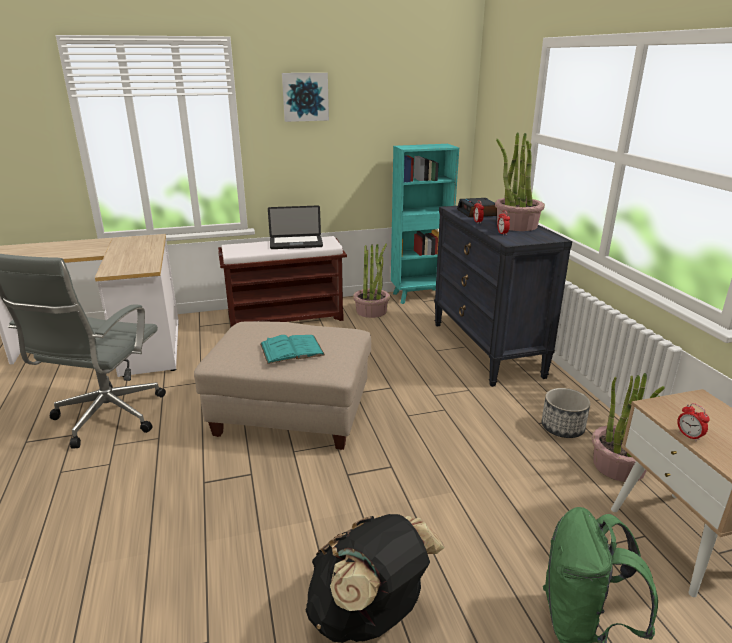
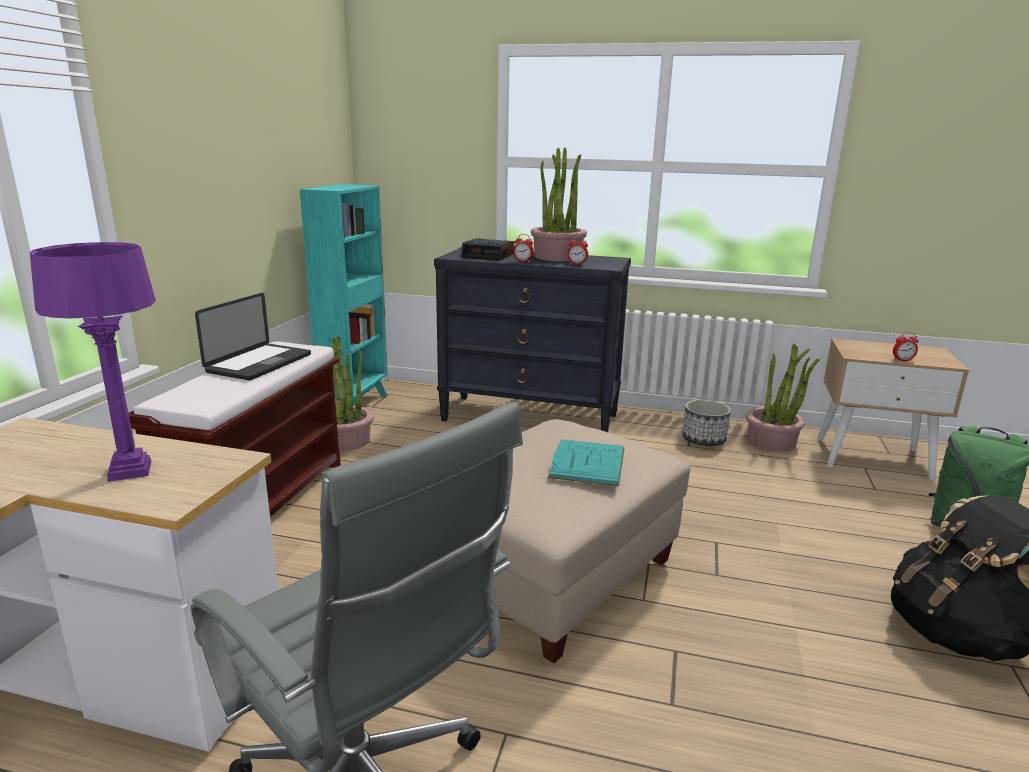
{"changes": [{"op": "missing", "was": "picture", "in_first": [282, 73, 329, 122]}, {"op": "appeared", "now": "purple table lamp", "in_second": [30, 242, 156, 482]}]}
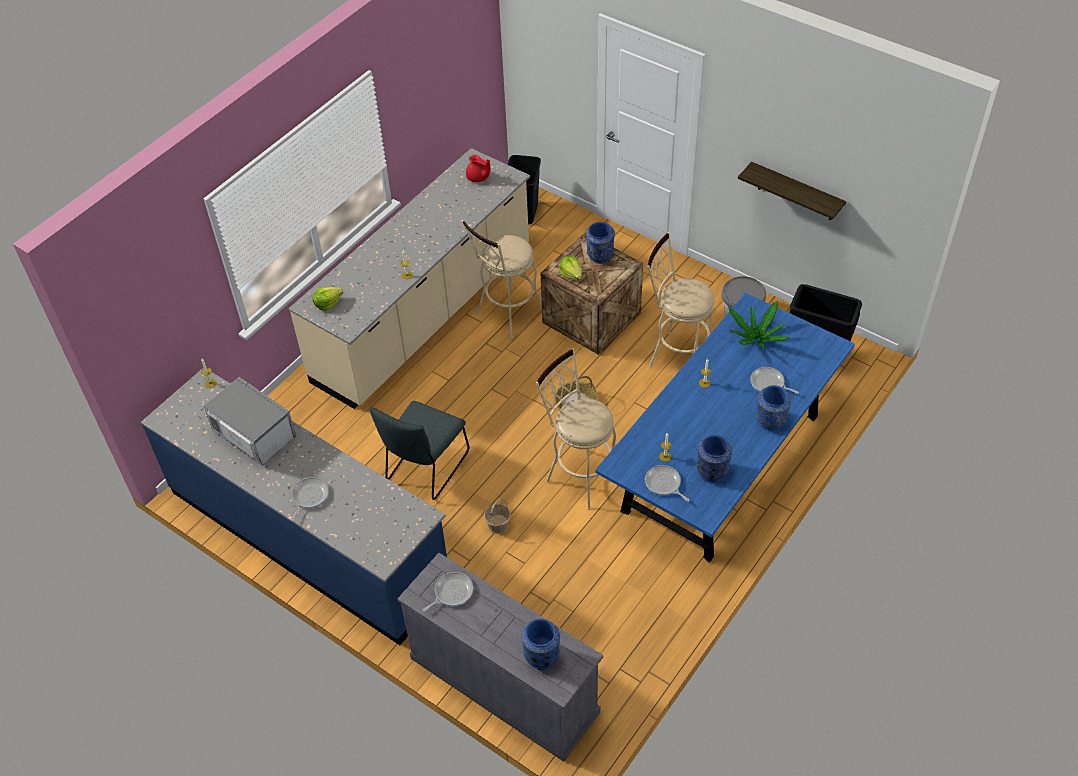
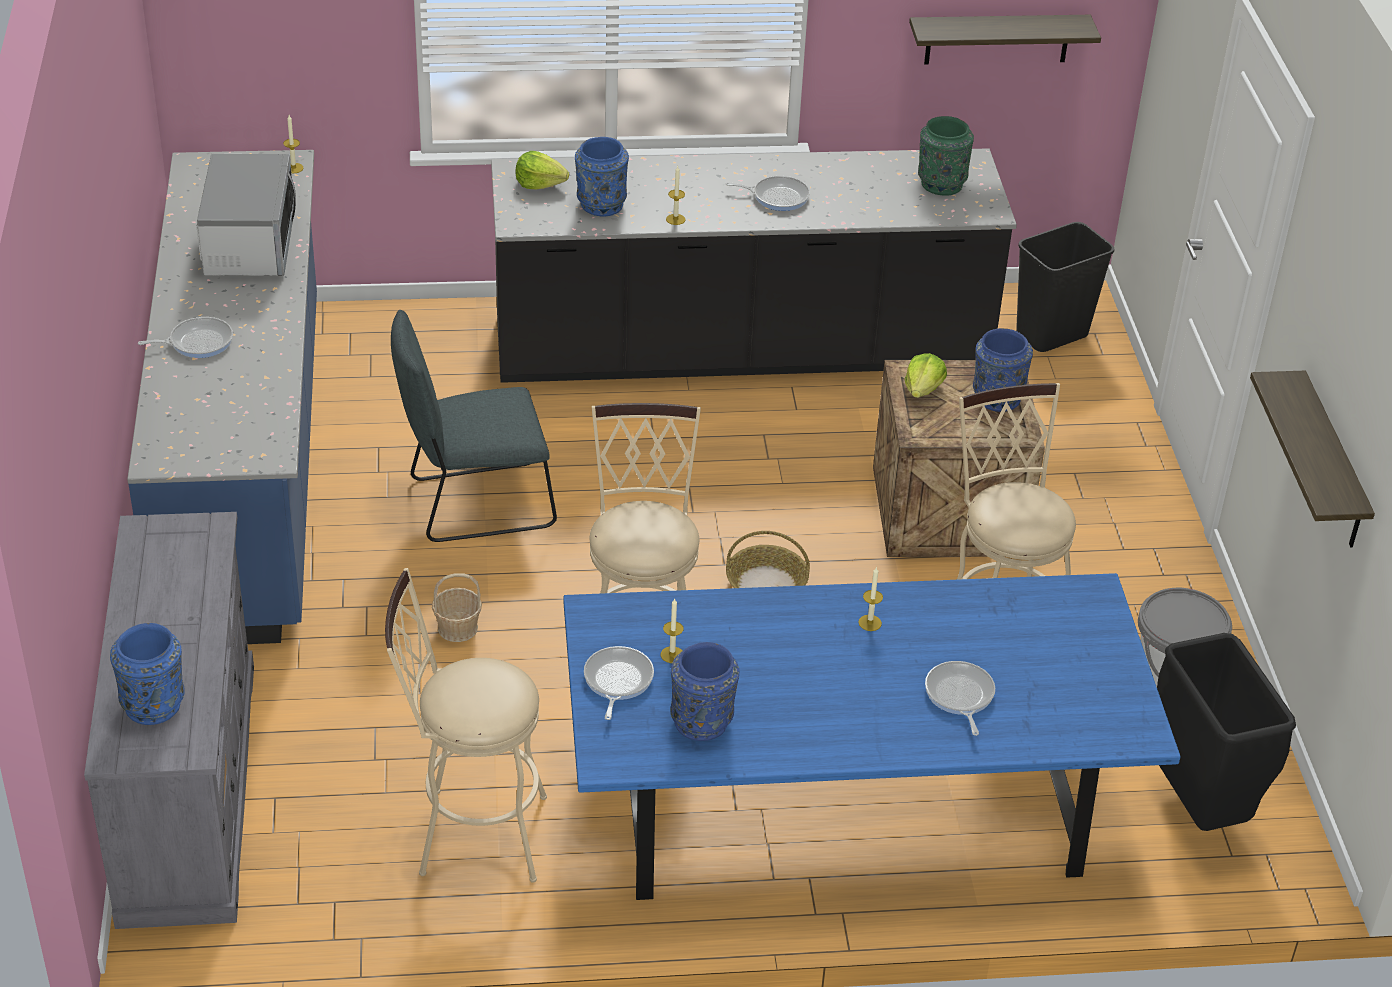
{"changes": [{"op": "colour", "was": "beige counter", "now": "black counter", "in_first": [289, 148, 530, 409], "in_second": [491, 148, 1017, 383]}, {"op": "exchanged", "was": "red teapot", "now": "green vase", "in_first": [466, 155, 490, 182], "in_second": [918, 116, 974, 196]}, {"op": "relocated", "was": "beige stool", "in_first": [462, 220, 542, 339], "in_second": [385, 568, 547, 883]}, {"op": "missing", "was": "potted plant", "in_first": [728, 301, 789, 349]}, {"op": "relocated", "was": "blue vase", "in_first": [755, 385, 791, 431], "in_second": [575, 137, 629, 217]}, {"op": "relocated", "was": "frying pan", "in_first": [423, 572, 473, 612], "in_second": [725, 176, 810, 211]}, {"op": "appeared", "now": "shelf", "in_second": [909, 15, 1101, 65]}]}
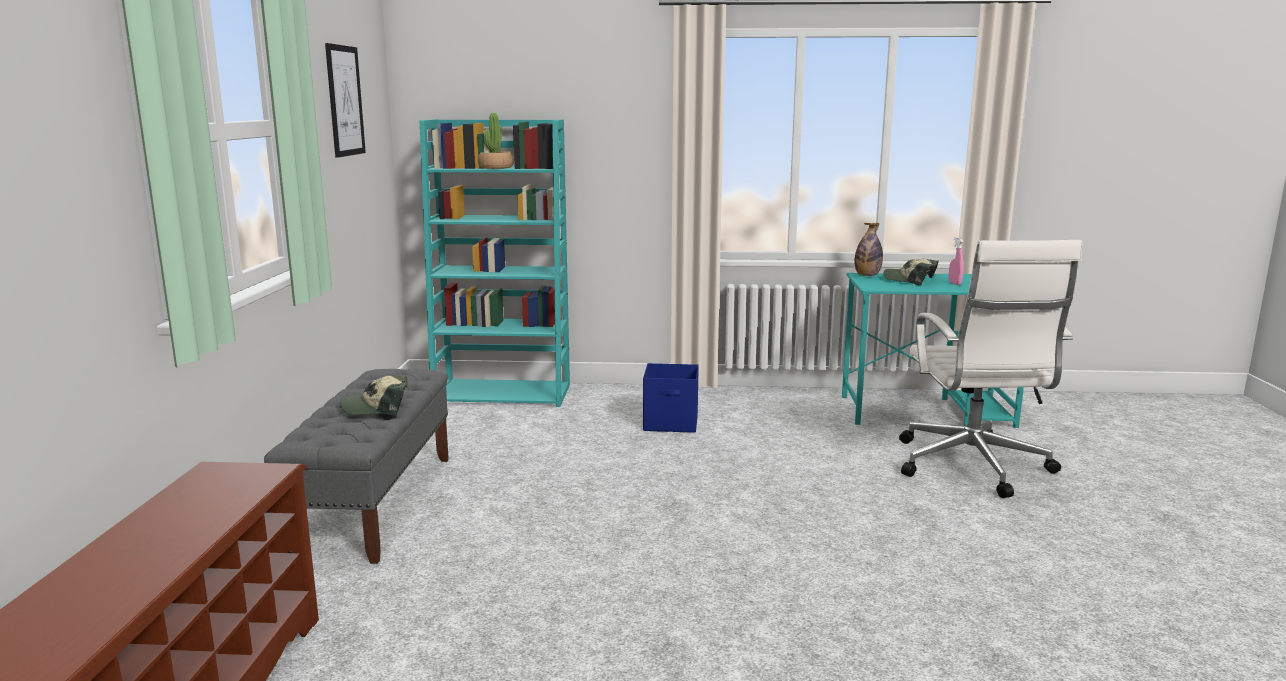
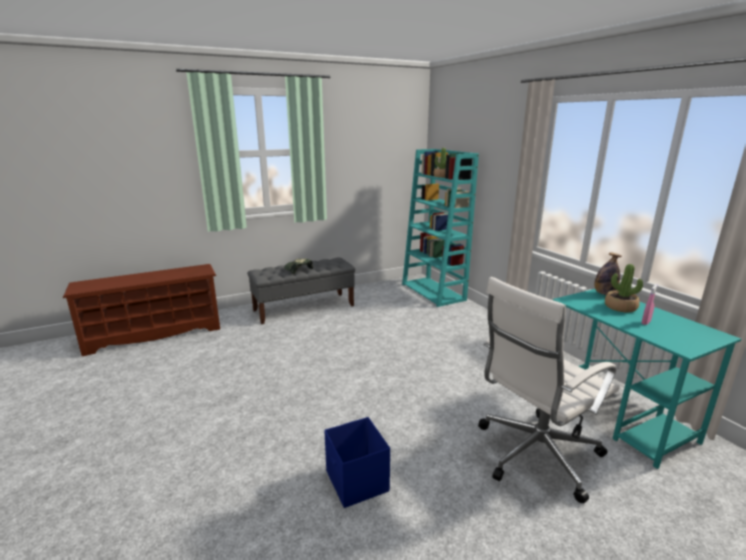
{"changes": [{"op": "missing", "was": "picture", "in_first": [325, 43, 366, 158]}, {"op": "exchanged", "was": "cap", "now": "potted plant", "in_first": [883, 259, 939, 286], "in_second": [605, 264, 643, 312]}, {"op": "relocated", "was": "blue storage box", "in_first": [643, 363, 699, 433], "in_second": [324, 417, 390, 508]}]}
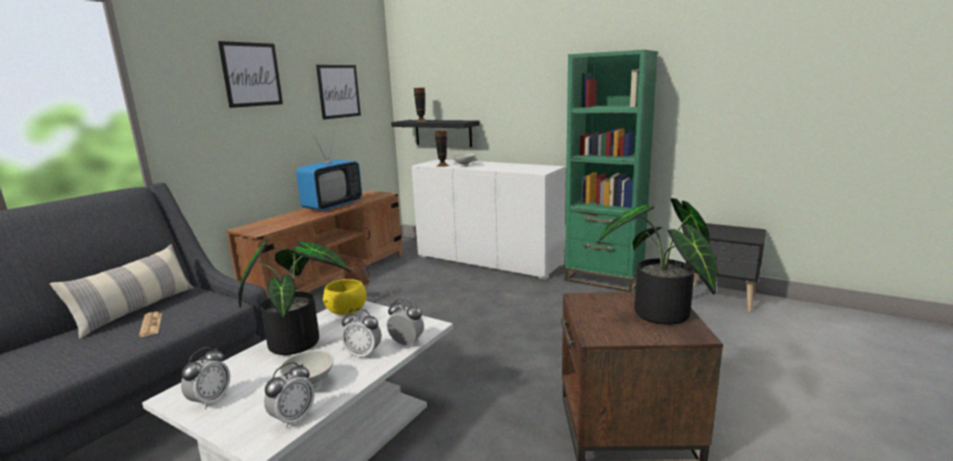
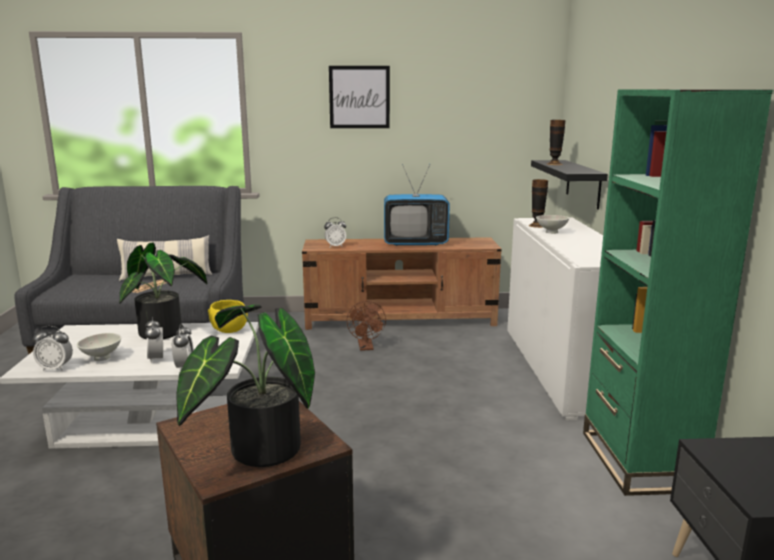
{"changes": [{"op": "missing", "was": "picture", "in_first": [316, 65, 361, 120]}, {"op": "relocated", "was": "alarm clock", "in_first": [181, 347, 230, 409], "in_second": [324, 217, 346, 247]}]}
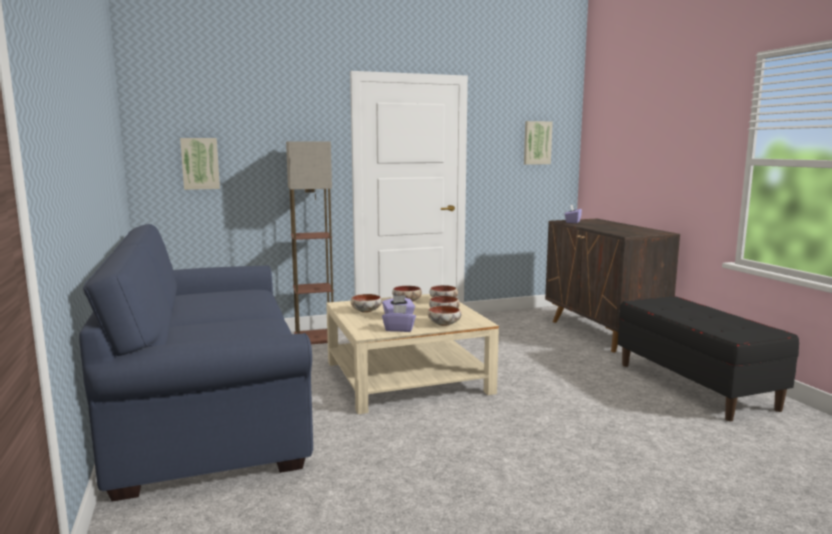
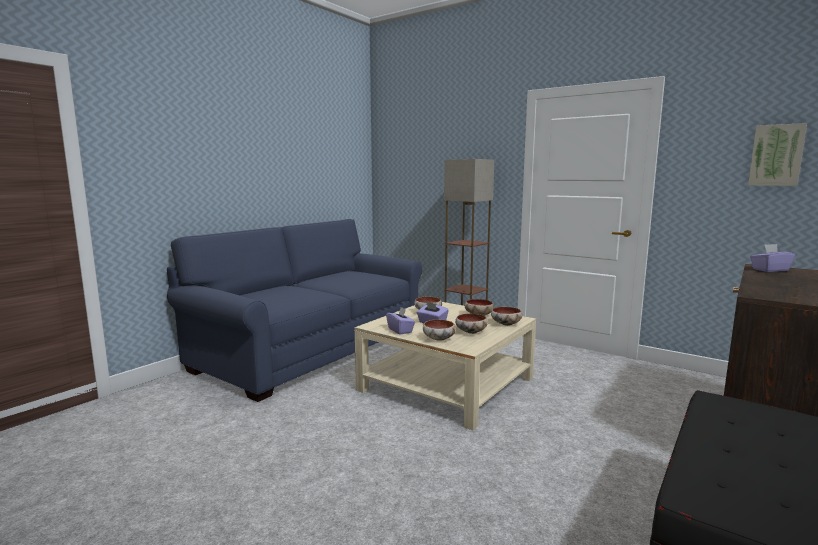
{"changes": [{"op": "missing", "was": "picture", "in_first": [180, 138, 220, 190]}]}
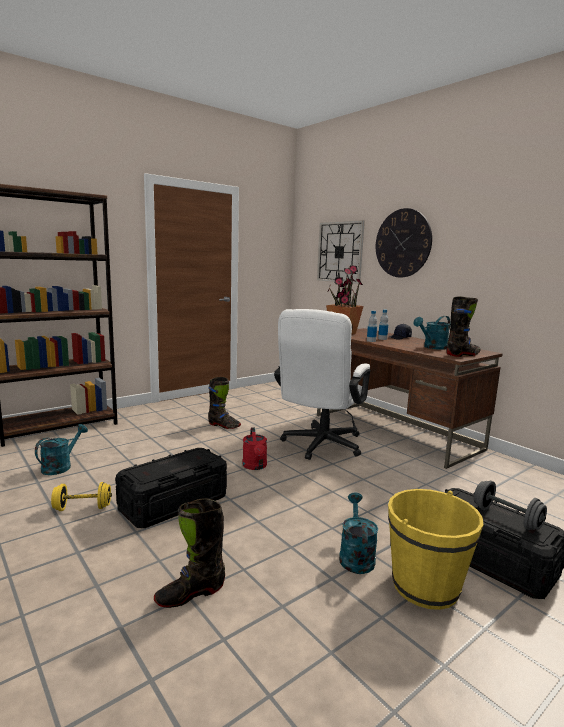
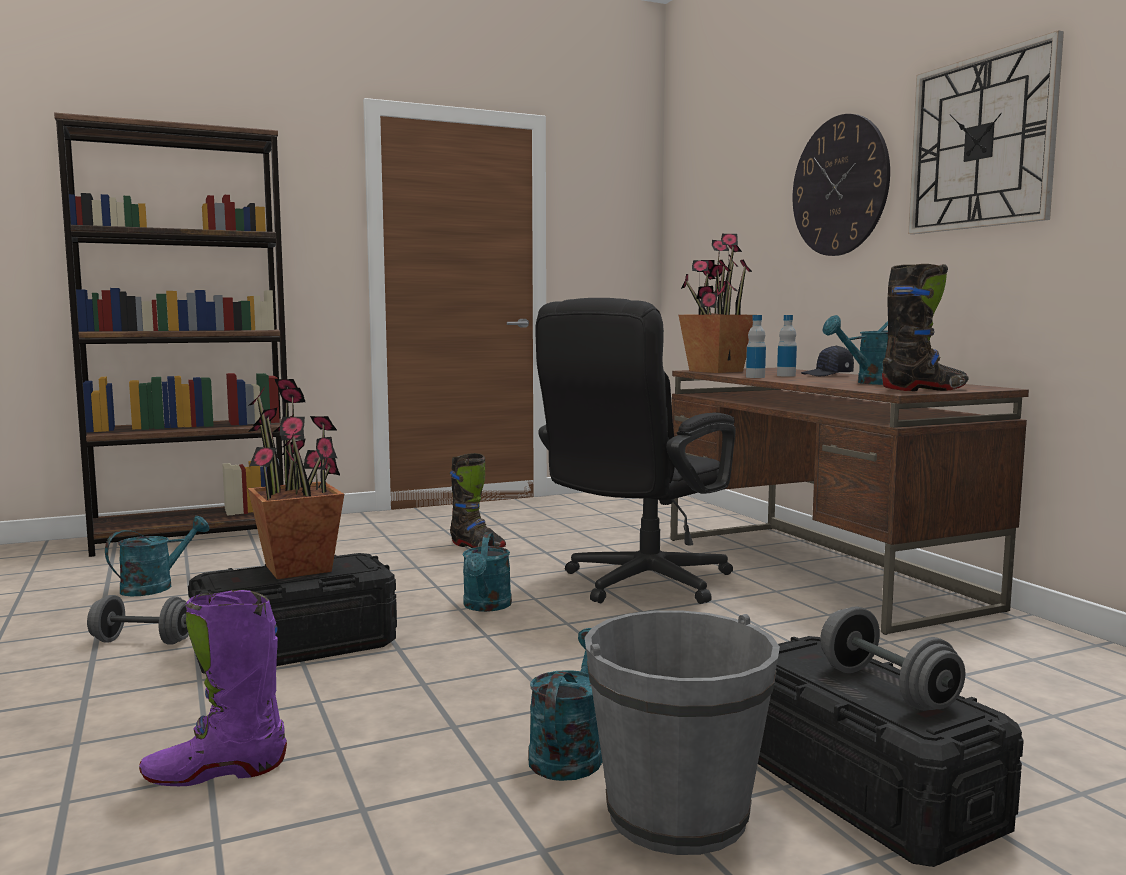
{"changes": [{"op": "relocated", "was": "wall clock", "in_first": [317, 220, 365, 284], "in_second": [908, 30, 1064, 234]}, {"op": "colour", "was": "white office chair", "now": "black office chair", "in_first": [274, 309, 370, 460], "in_second": [536, 298, 736, 604]}, {"op": "colour", "was": "red watering can", "now": "turquoise watering can", "in_first": [242, 427, 267, 470], "in_second": [462, 532, 512, 612]}, {"op": "colour", "was": "yellow dumbbell", "now": "grey dumbbell", "in_first": [51, 482, 112, 511], "in_second": [87, 595, 189, 645]}, {"op": "colour", "was": "yellow bucket", "now": "grey bucket", "in_first": [388, 489, 483, 610], "in_second": [585, 610, 780, 855]}, {"op": "colour", "was": "black boot", "now": "purple boot", "in_first": [154, 498, 225, 608], "in_second": [139, 590, 287, 786]}, {"op": "appeared", "now": "potted plant", "in_second": [248, 379, 344, 579]}]}
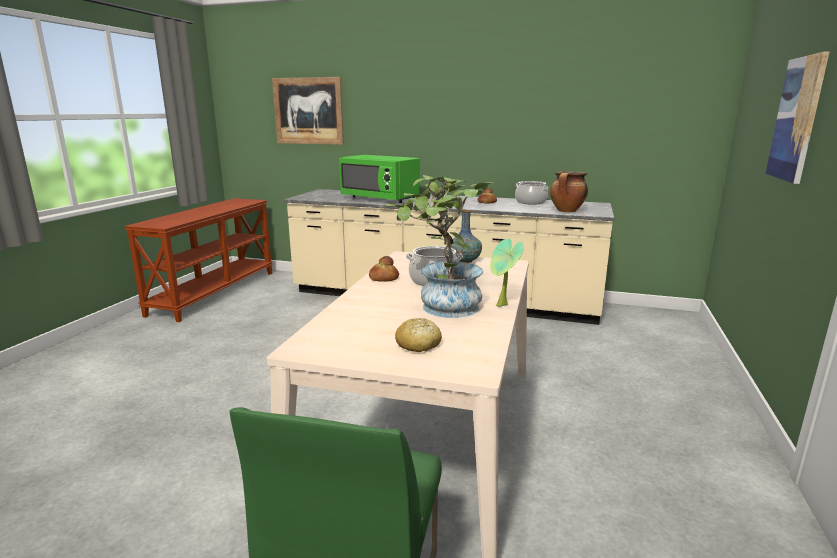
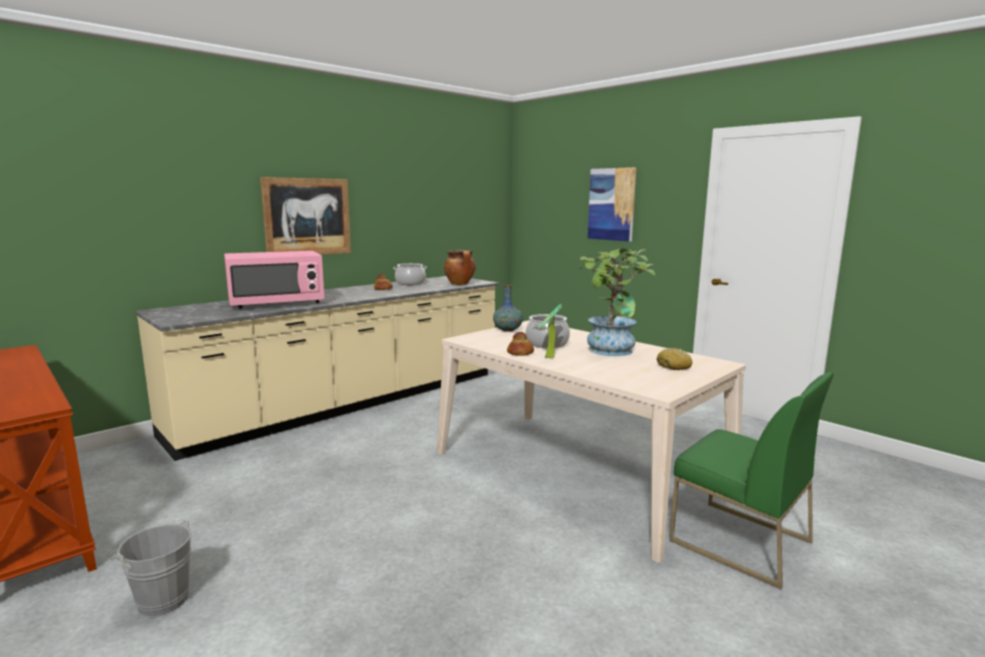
{"changes": [{"op": "relocated", "was": "picture", "in_first": [272, 77, 344, 145], "in_second": [260, 177, 351, 255]}, {"op": "colour", "was": "green microwave", "now": "pink microwave", "in_first": [339, 155, 419, 203], "in_second": [224, 251, 325, 309]}, {"op": "appeared", "now": "potted plant", "in_second": [537, 304, 562, 358]}, {"op": "appeared", "now": "grey bucket", "in_second": [111, 519, 191, 617]}]}
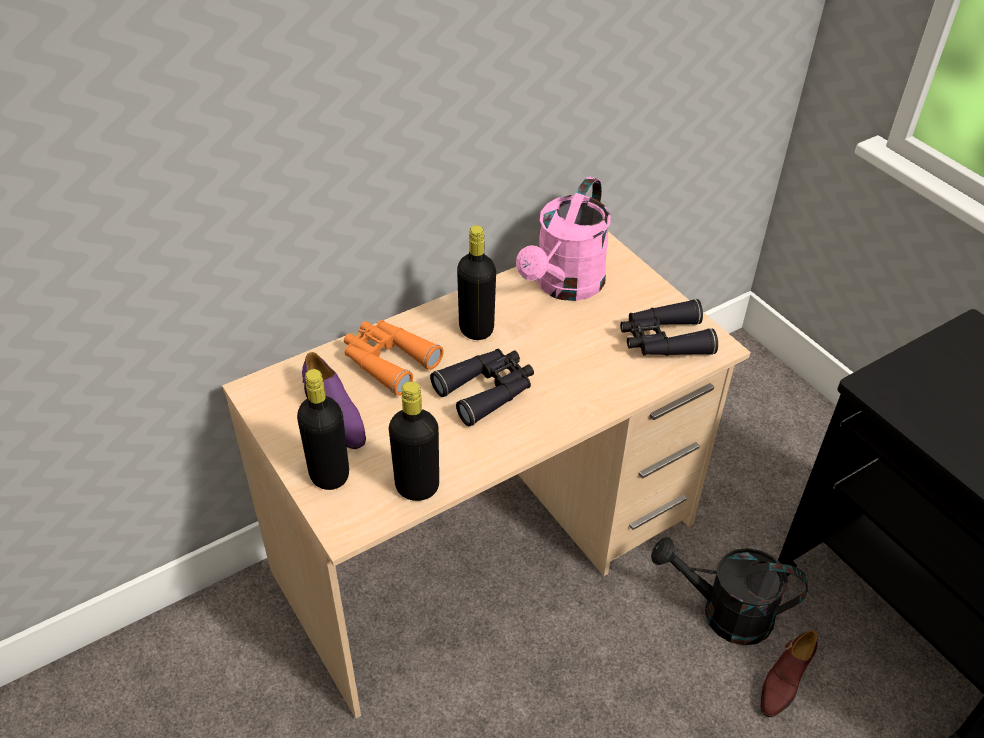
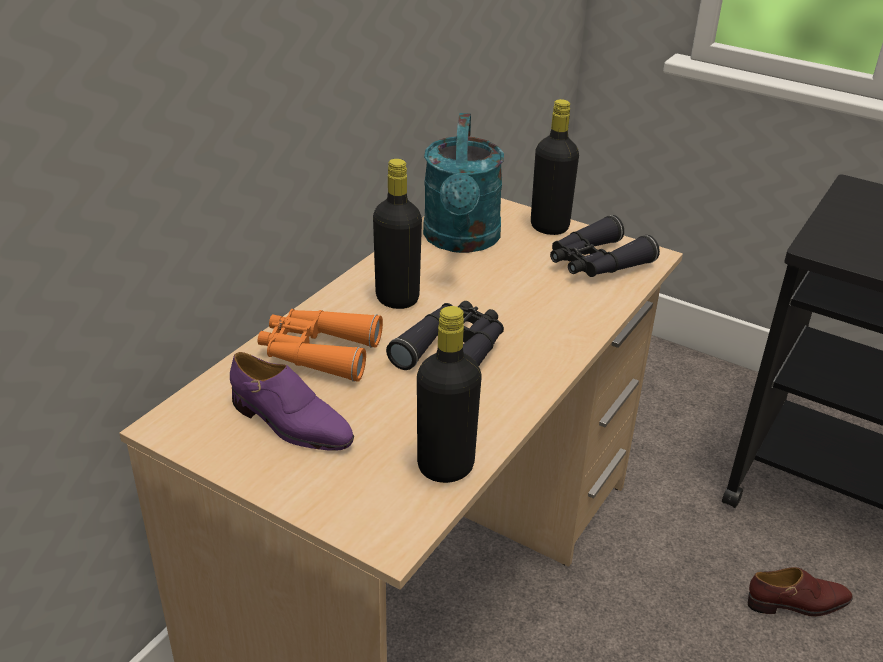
{"changes": [{"op": "colour", "was": "pink watering can", "now": "turquoise watering can", "in_first": [516, 176, 611, 301], "in_second": [423, 113, 504, 253]}, {"op": "relocated", "was": "black bottle", "in_first": [297, 369, 349, 490], "in_second": [531, 99, 579, 235]}, {"op": "missing", "was": "black watering can", "in_first": [651, 537, 808, 645]}, {"op": "spun", "was": "brown shoe", "in_first": [761, 630, 818, 717], "in_second": [748, 567, 853, 617], "clockwise": -105}]}
